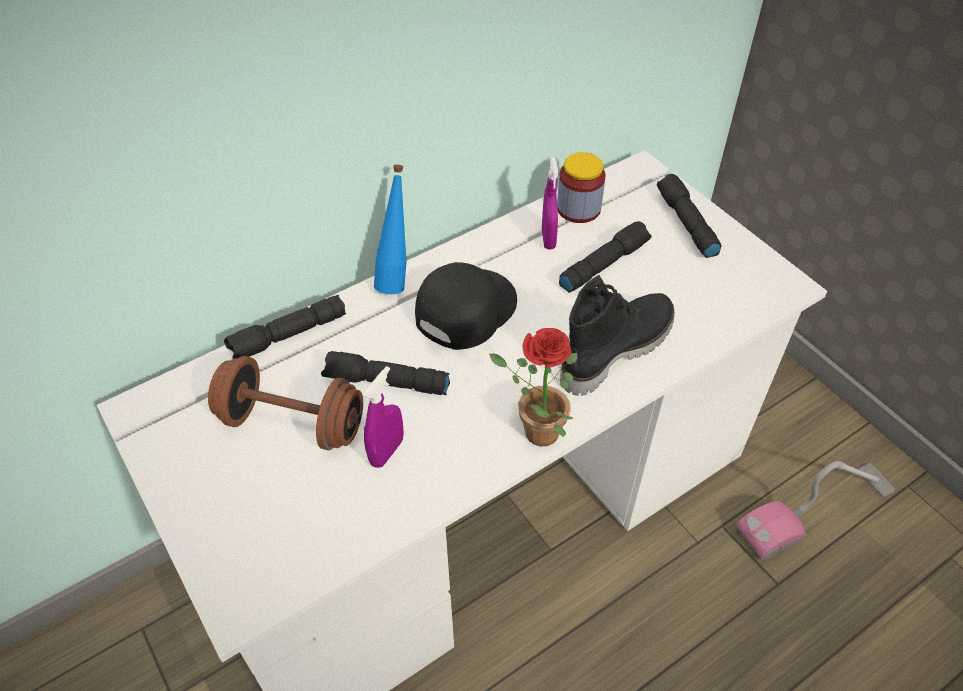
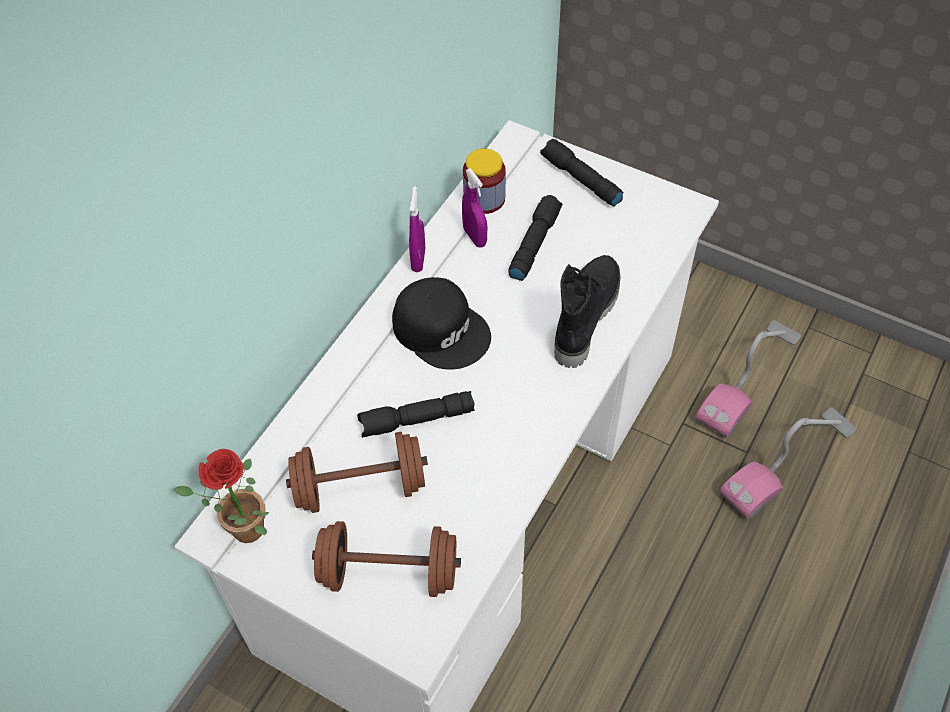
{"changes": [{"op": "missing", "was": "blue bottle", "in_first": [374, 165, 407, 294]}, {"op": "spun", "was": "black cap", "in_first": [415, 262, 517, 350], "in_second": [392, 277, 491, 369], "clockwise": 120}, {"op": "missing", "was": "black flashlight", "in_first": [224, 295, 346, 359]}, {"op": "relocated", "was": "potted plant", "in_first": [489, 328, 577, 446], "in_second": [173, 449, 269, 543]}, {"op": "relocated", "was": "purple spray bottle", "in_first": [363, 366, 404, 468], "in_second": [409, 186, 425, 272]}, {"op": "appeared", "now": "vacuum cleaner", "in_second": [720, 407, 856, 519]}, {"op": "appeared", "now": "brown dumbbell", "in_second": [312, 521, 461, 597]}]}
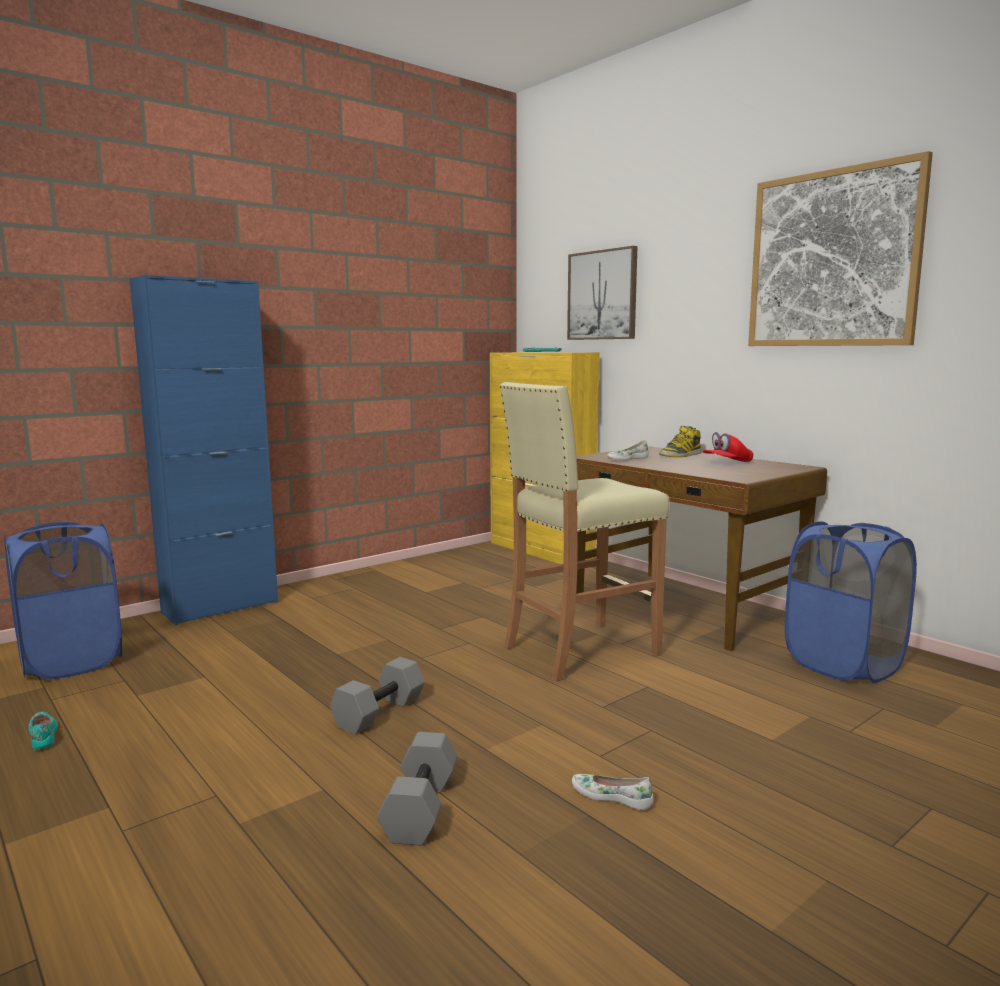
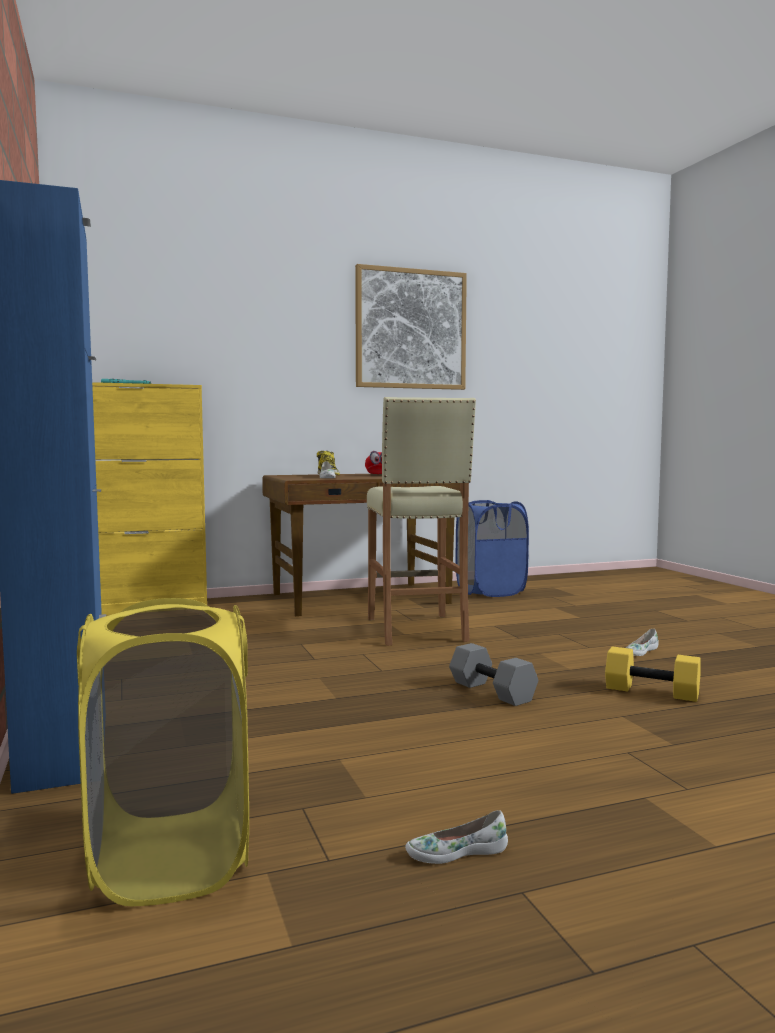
{"changes": [{"op": "missing", "was": "picture", "in_first": [567, 246, 638, 340]}, {"op": "colour", "was": "blue laundry basket", "now": "yellow laundry basket", "in_first": [4, 521, 122, 679], "in_second": [77, 598, 249, 906]}, {"op": "colour", "was": "turquoise shoe", "now": "white shoe", "in_first": [28, 711, 58, 750], "in_second": [405, 810, 508, 864]}, {"op": "colour", "was": "grey dumbbell", "now": "yellow dumbbell", "in_first": [377, 732, 458, 846], "in_second": [605, 646, 701, 702]}]}
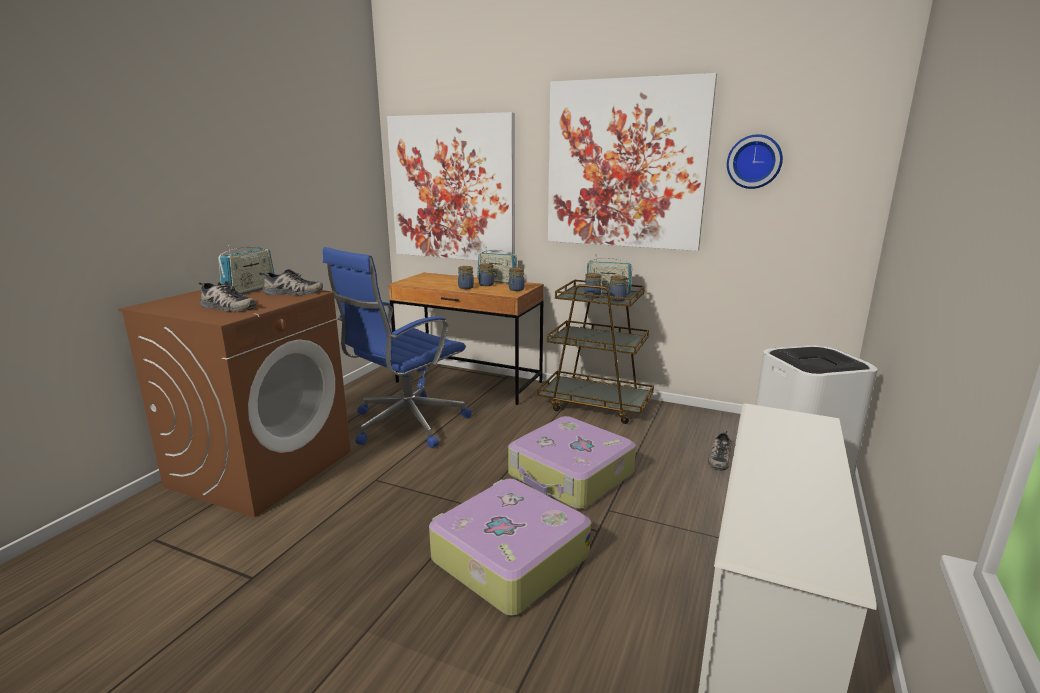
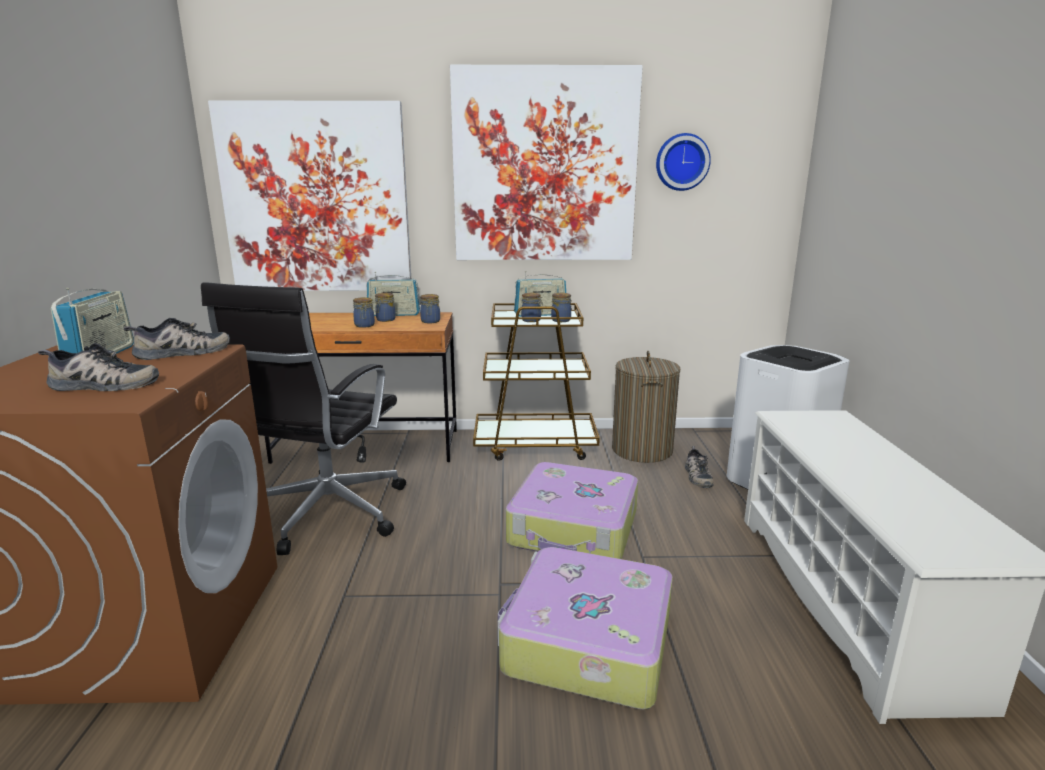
{"changes": [{"op": "colour", "was": "blue office chair", "now": "black office chair", "in_first": [323, 247, 472, 448], "in_second": [201, 282, 406, 555]}, {"op": "appeared", "now": "laundry basket", "in_second": [612, 351, 680, 463]}]}
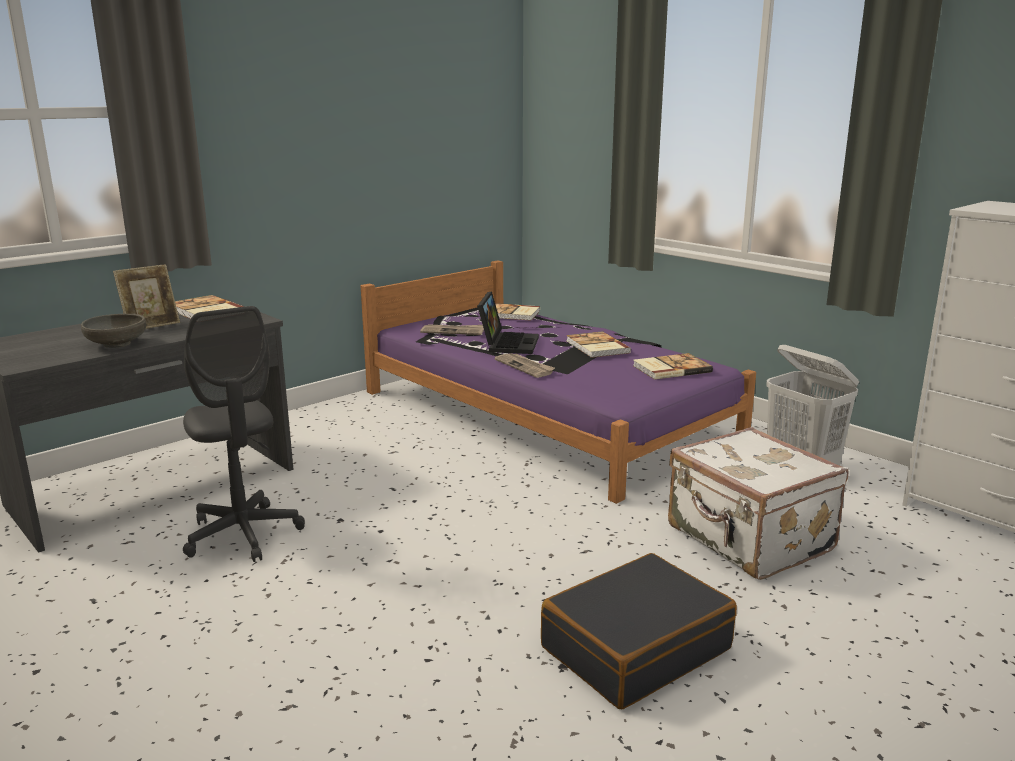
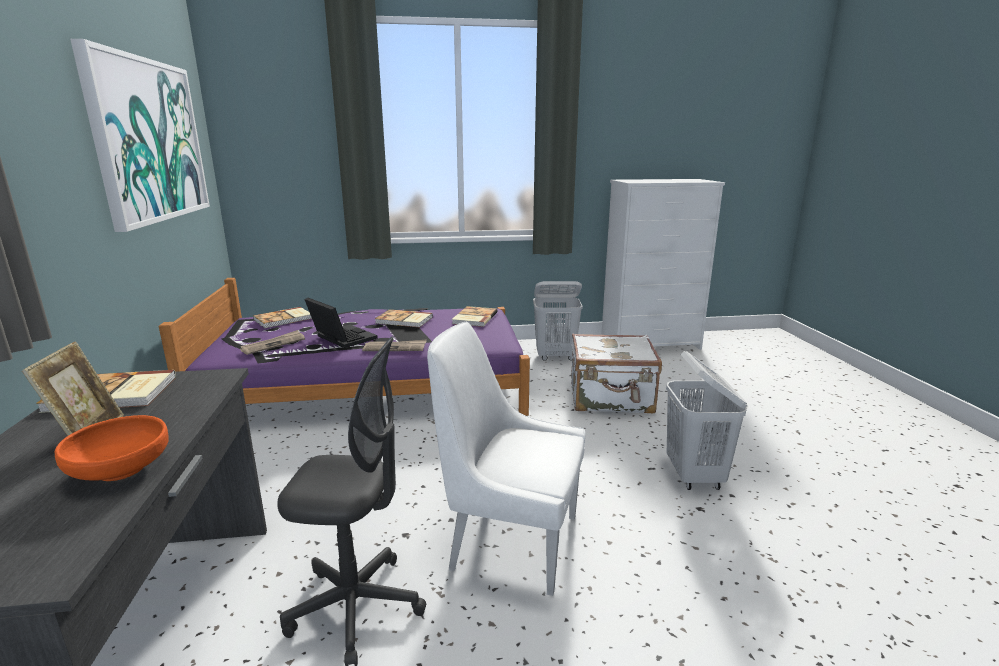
{"changes": [{"op": "colour", "was": "grey bowl", "now": "orange bowl", "in_first": [81, 314, 146, 348], "in_second": [54, 415, 169, 481]}, {"op": "exchanged", "was": "black suitcase", "now": "white laundry basket", "in_first": [541, 553, 737, 709], "in_second": [666, 351, 747, 490]}, {"op": "appeared", "now": "picture", "in_second": [70, 39, 210, 232]}, {"op": "appeared", "now": "white chair", "in_second": [427, 322, 586, 596]}]}
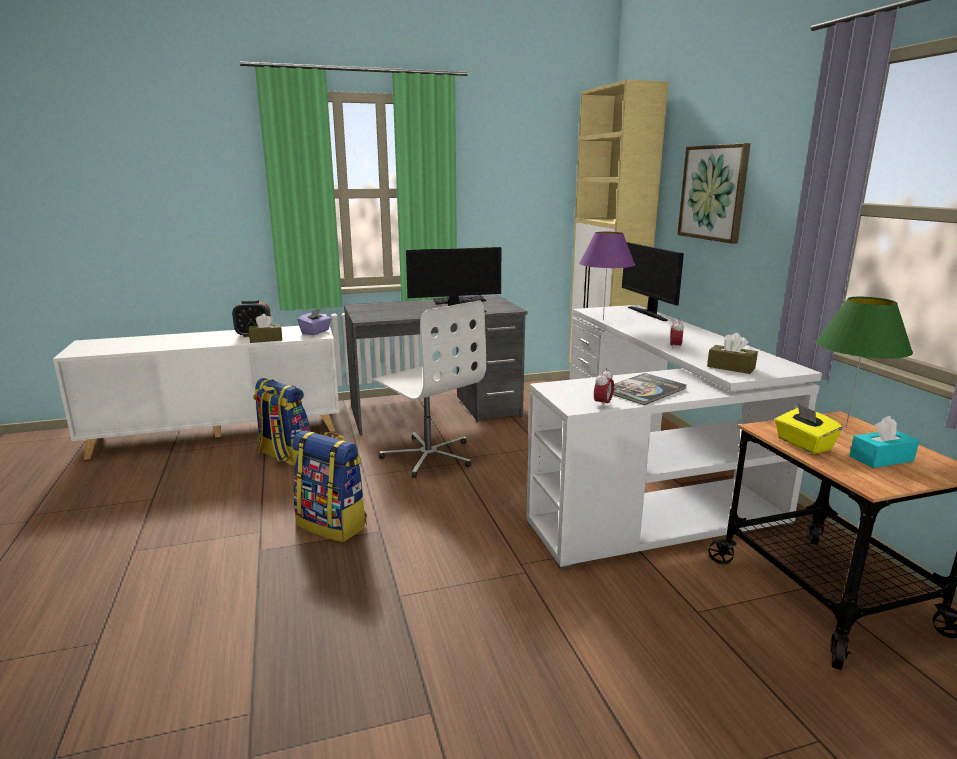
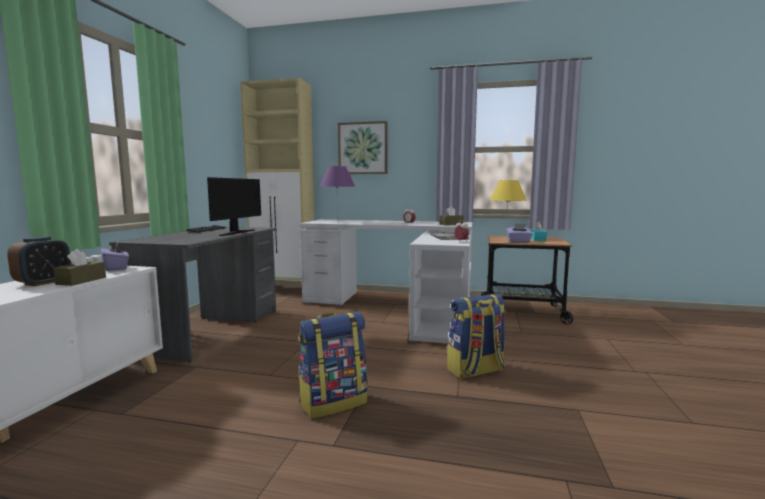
{"changes": [{"op": "missing", "was": "monitor", "in_first": [622, 242, 684, 321]}, {"op": "colour", "was": "green table lamp", "now": "yellow table lamp", "in_first": [815, 297, 913, 428], "in_second": [490, 180, 527, 236]}, {"op": "missing", "was": "white office chair", "in_first": [372, 300, 486, 478]}, {"op": "relocated", "was": "backpack", "in_first": [253, 378, 311, 465], "in_second": [447, 294, 506, 379]}, {"op": "colour", "was": "yellow tissue box", "now": "purple tissue box", "in_first": [775, 403, 843, 454], "in_second": [506, 224, 533, 242]}]}
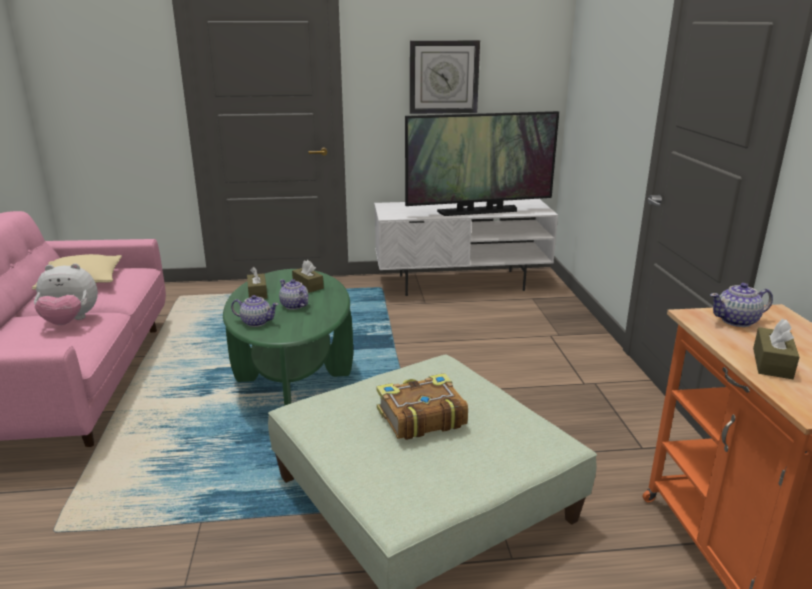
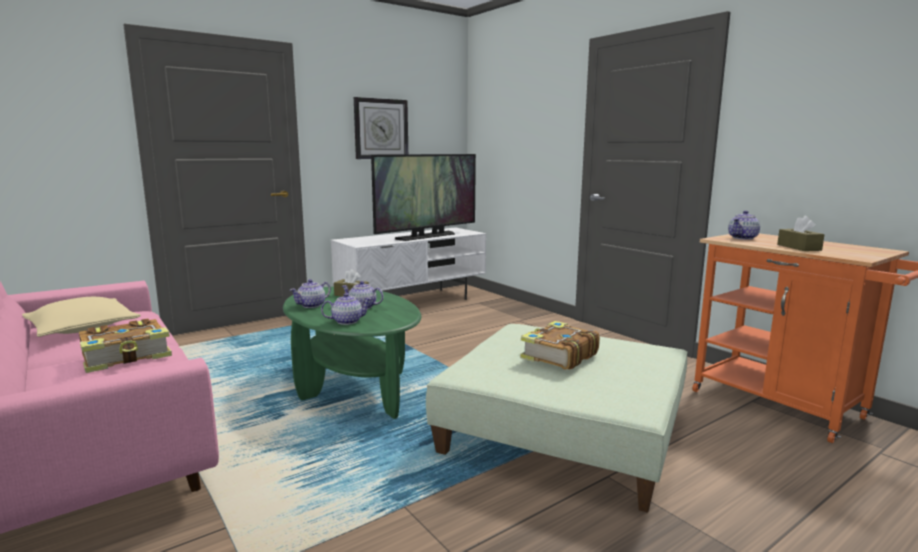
{"changes": [{"op": "exchanged", "was": "plush toy", "now": "book", "in_first": [34, 263, 98, 325], "in_second": [79, 319, 172, 373]}, {"op": "exchanged", "was": "brown tissue box", "now": "teapot", "in_first": [247, 267, 267, 299], "in_second": [290, 279, 331, 308]}]}
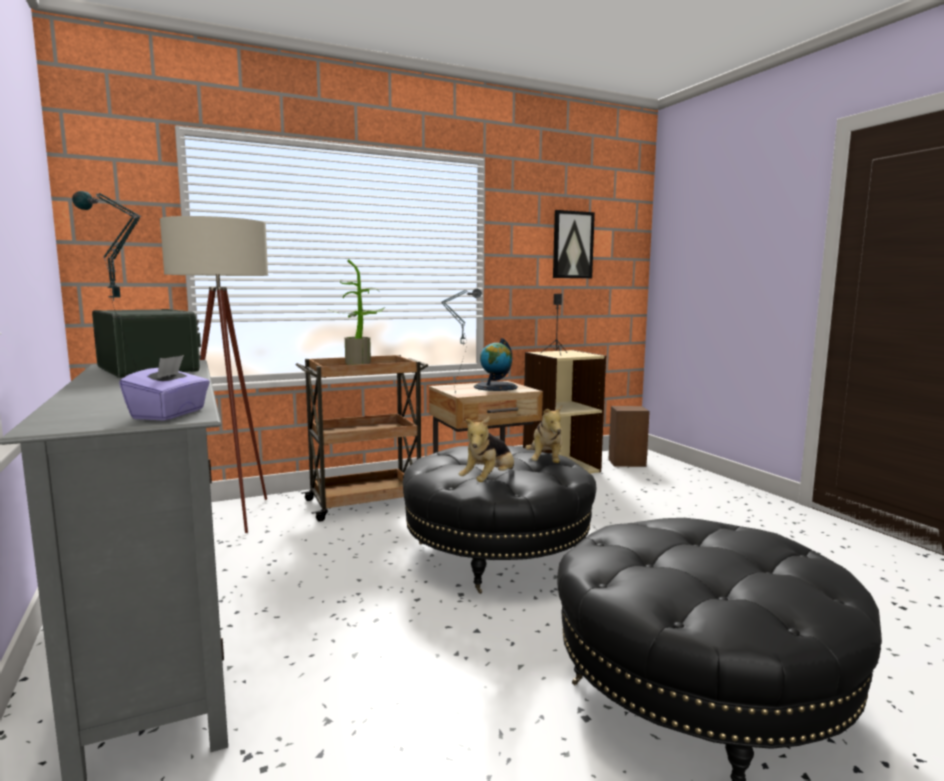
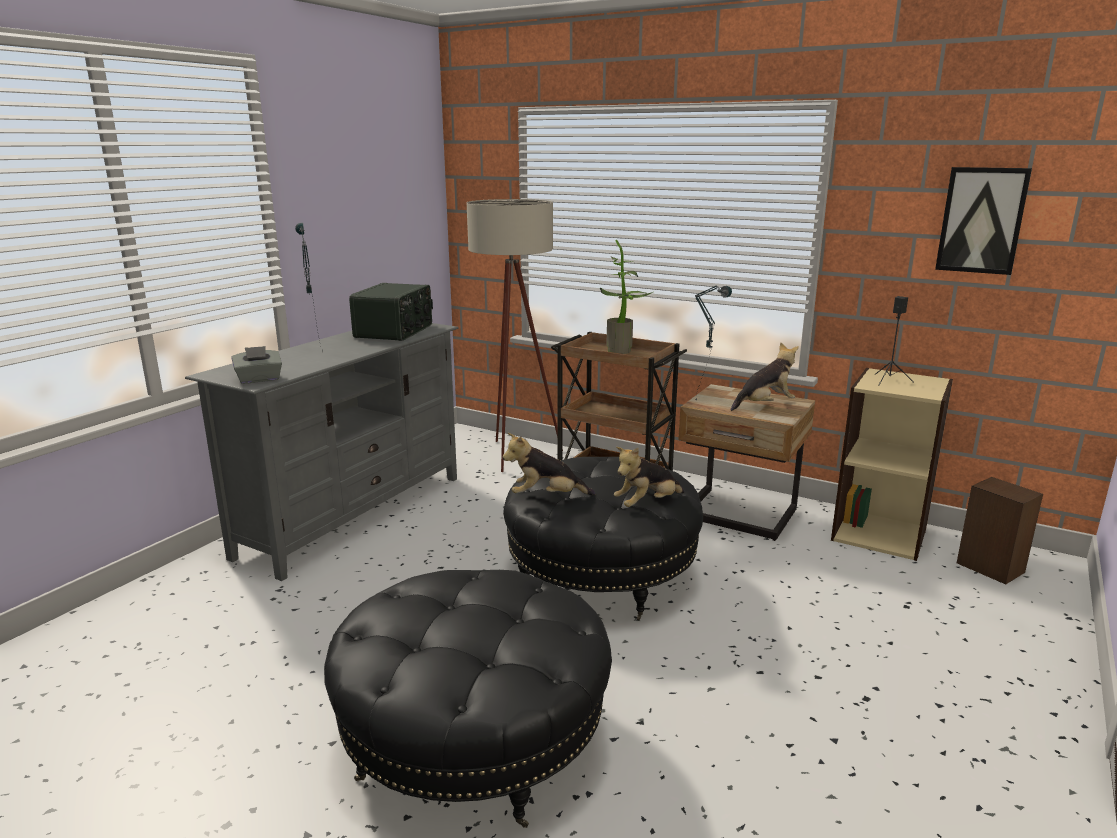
{"changes": [{"op": "exchanged", "was": "globe", "now": "plush toy", "in_first": [474, 338, 518, 391], "in_second": [730, 342, 799, 411]}, {"op": "colour", "was": "purple tissue box", "now": "grey tissue box", "in_first": [119, 355, 210, 421], "in_second": [232, 346, 282, 384]}]}
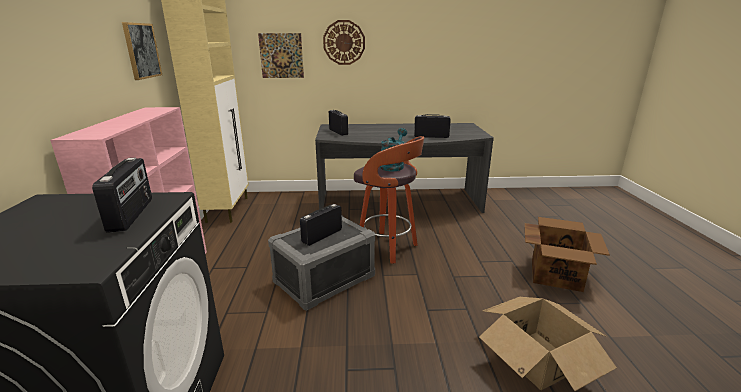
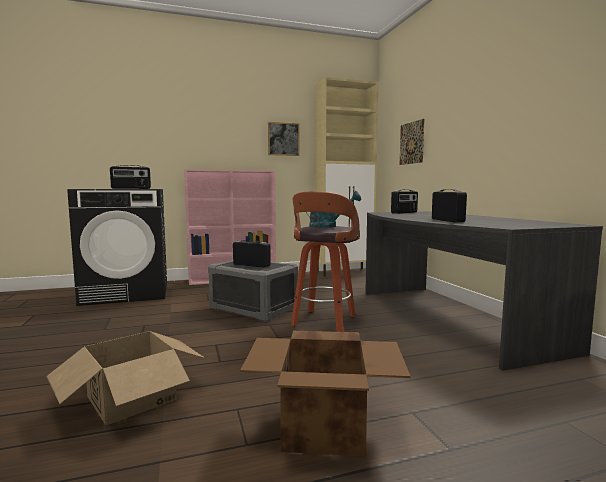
{"changes": [{"op": "missing", "was": "wall clock", "in_first": [323, 20, 365, 65]}]}
